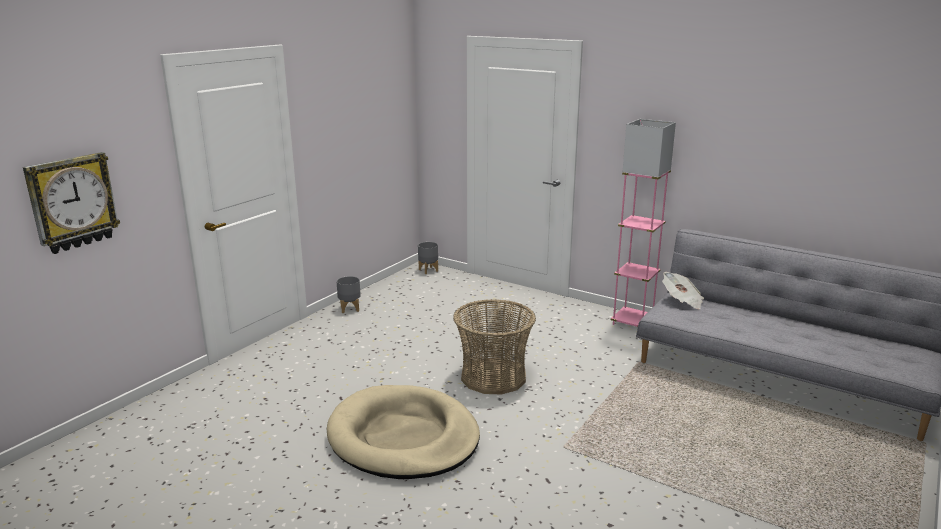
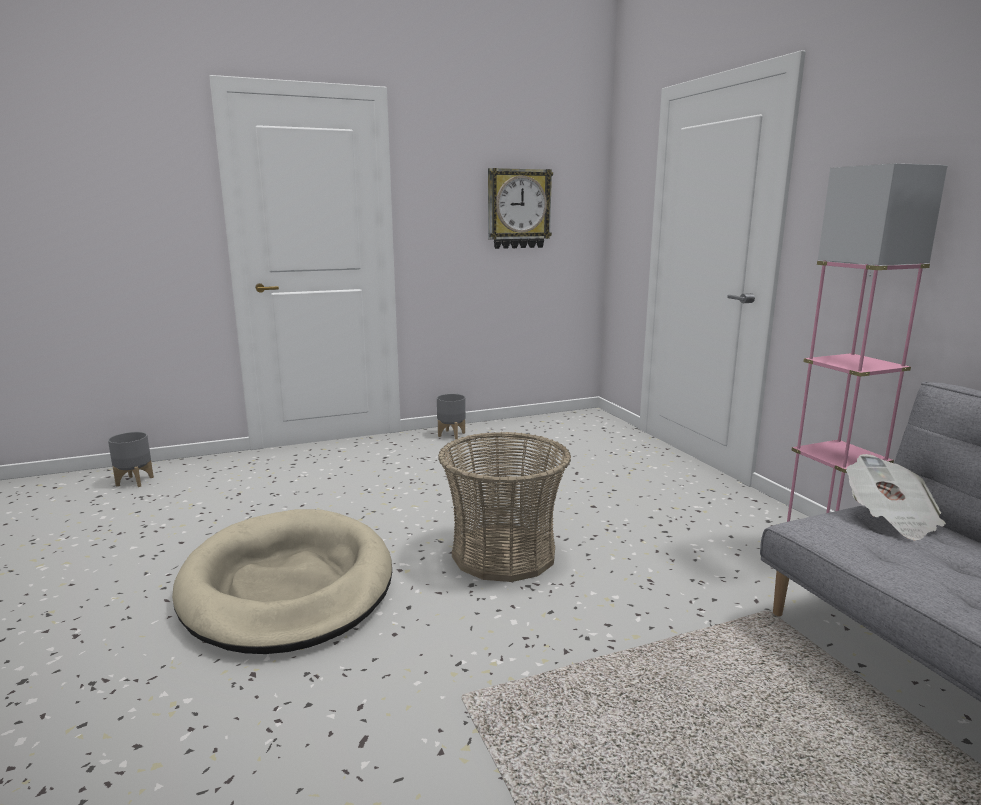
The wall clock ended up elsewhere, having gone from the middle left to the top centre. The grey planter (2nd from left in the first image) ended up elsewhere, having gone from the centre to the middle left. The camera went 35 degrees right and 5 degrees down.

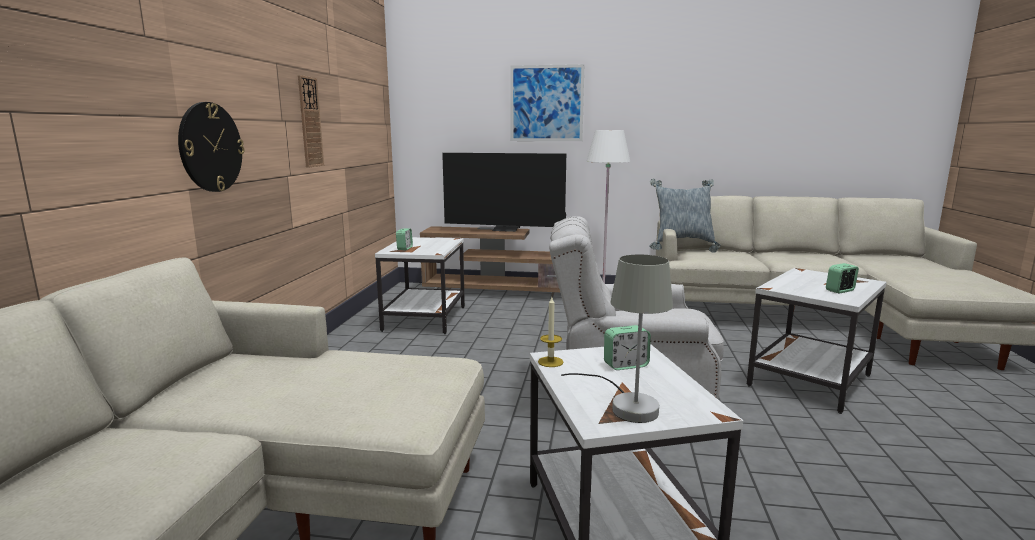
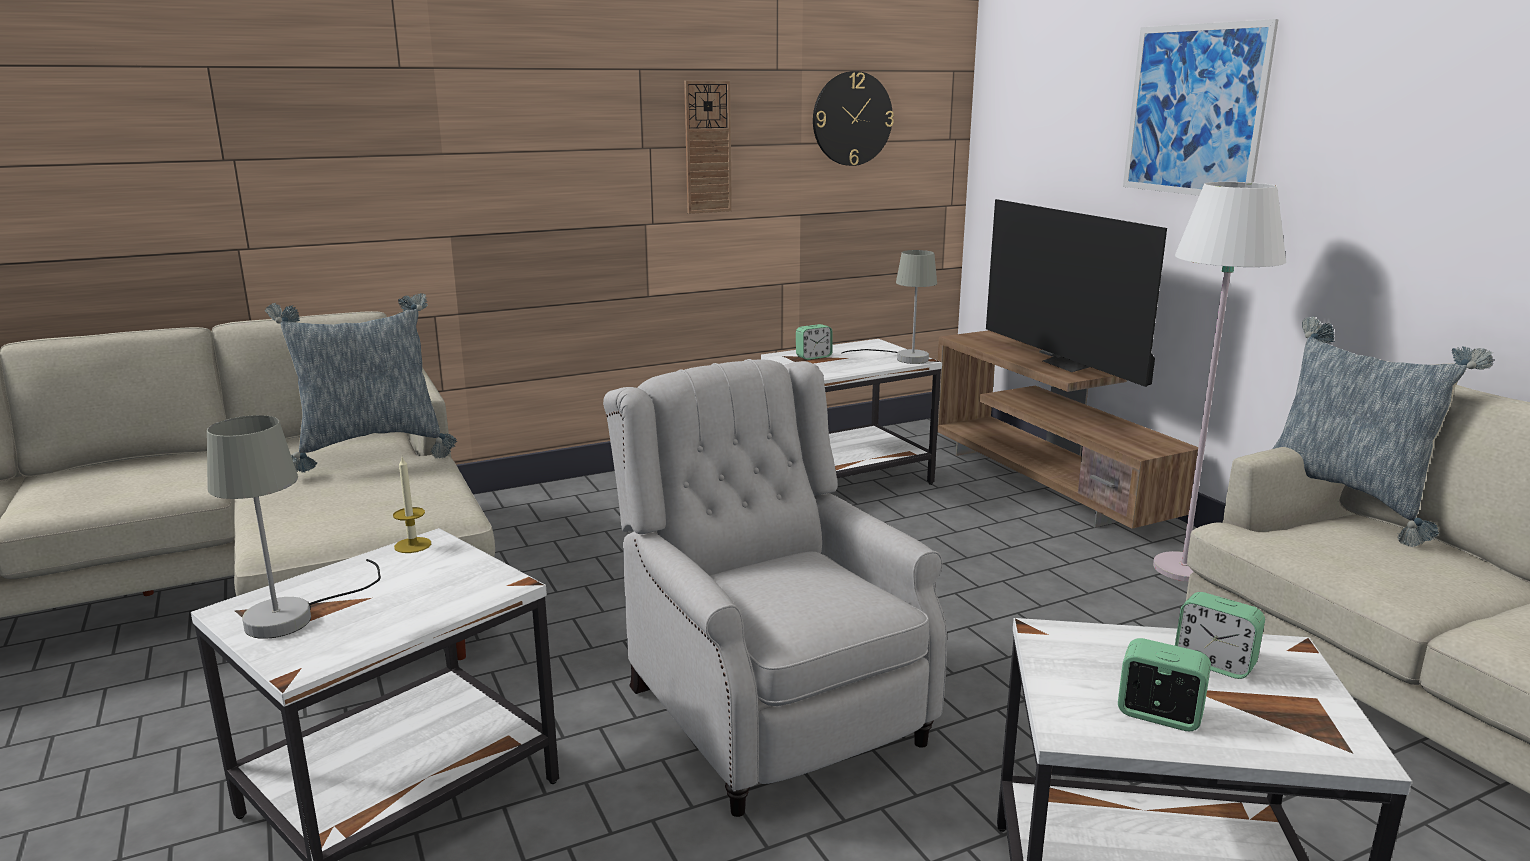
The wall clock (1st from left in the first image) ended up elsewhere, having gone from the top left to the top centre. The alarm clock (2nd from left in the first image) ended up elsewhere, having gone from the centre to the bottom right. The second view gained the grey table lamp (2nd from left) at the centre. The second view gained the pillow (1st from left) at the middle left. The camera went 55 degrees right and 5 degrees up.

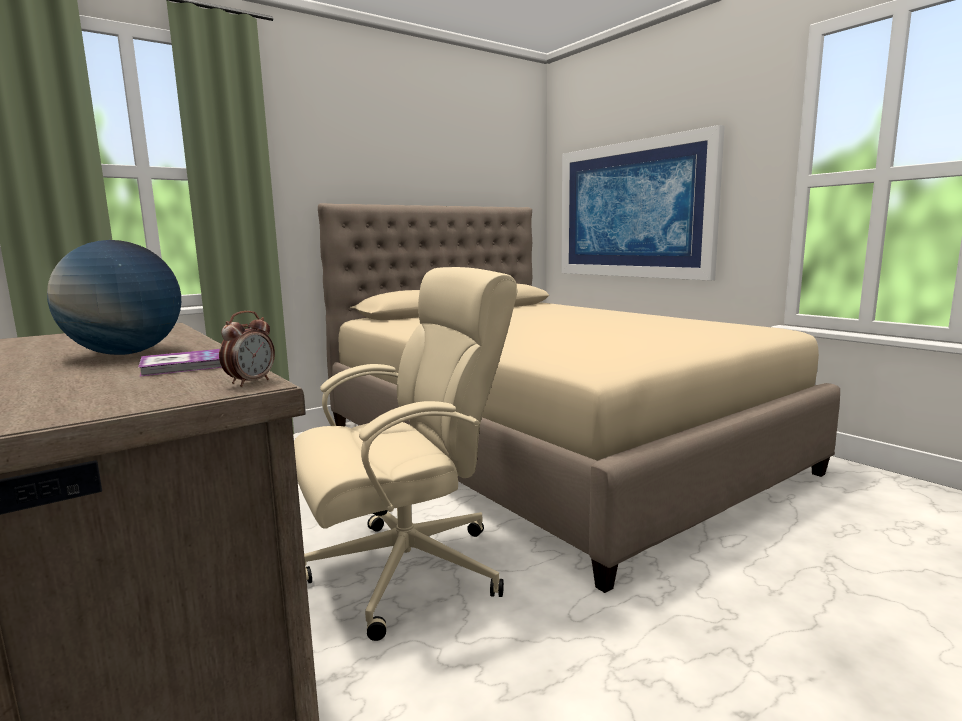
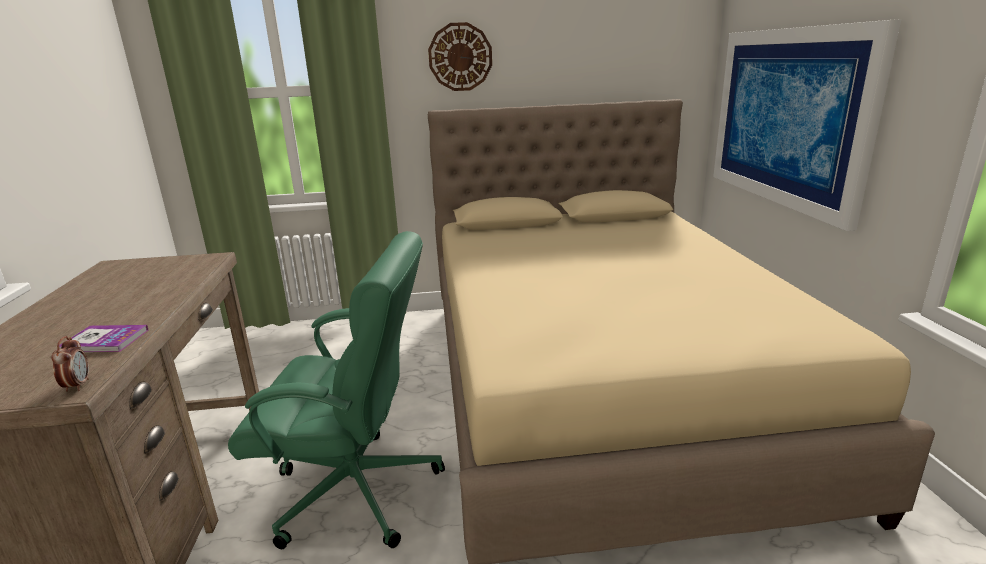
The second view lost the globe at the middle left. What was the beige office chair at the centre turned into the green office chair at the bottom centre. The alarm clock at the middle left ended up facing another way, 75 degrees counterclockwise from before. The second view gained the wall clock at the top centre. The camera went 30 degrees right and 10 degrees up.

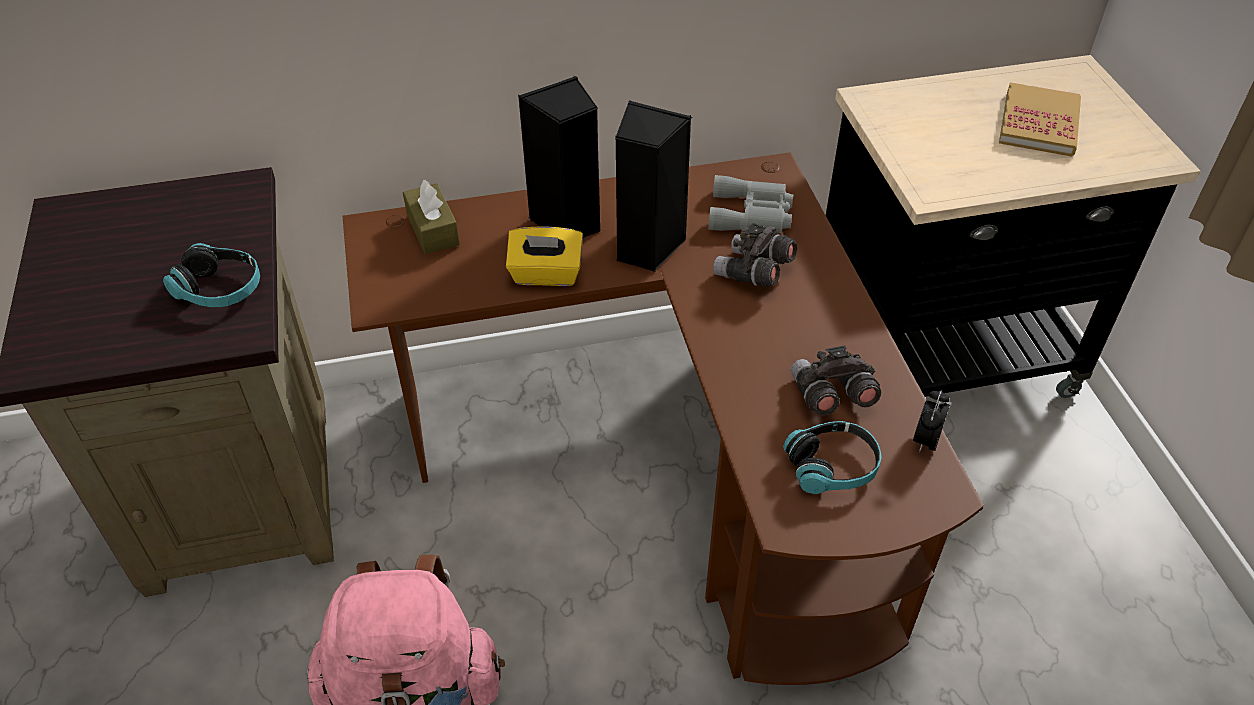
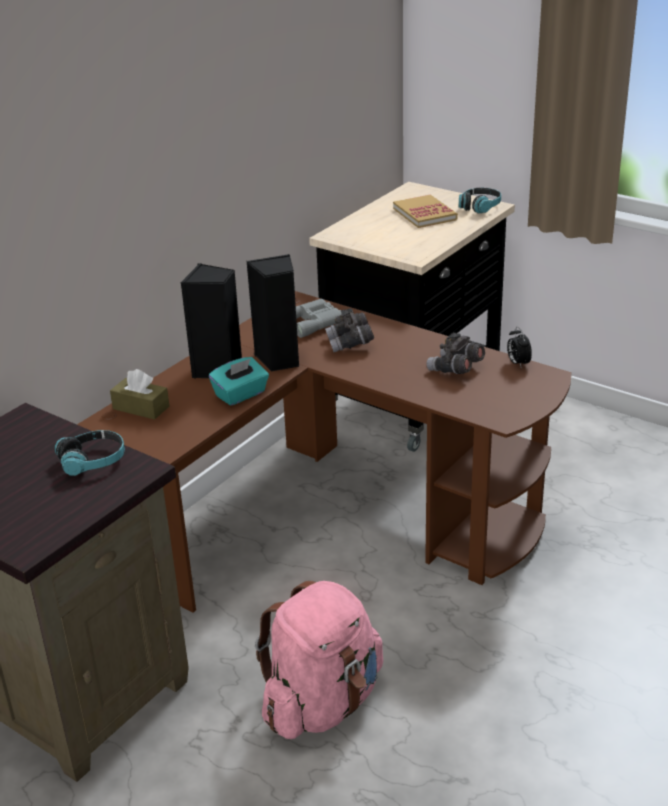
What was the yellow tissue box at the centre turned into the turquoise tissue box at the centre. The headphones (2nd from left) ended up elsewhere, having gone from the centre to the top right. The camera went 40 degrees left and 15 degrees down.

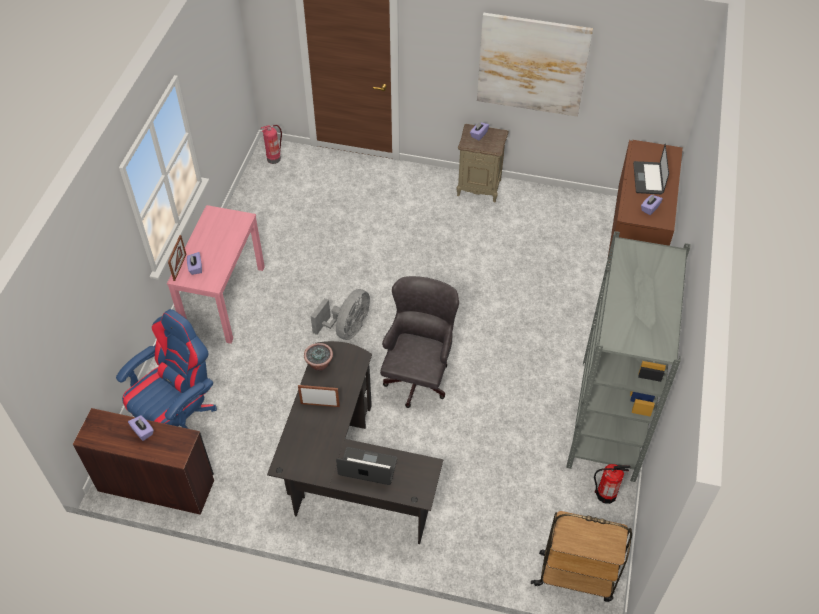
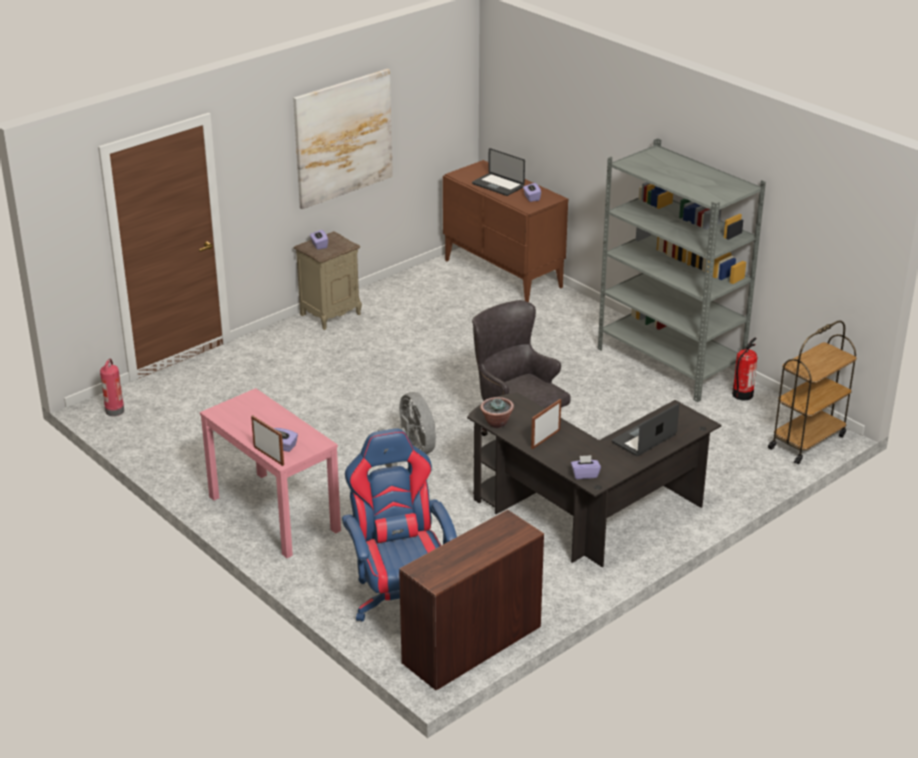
The purple tissue box (1st from left in the first image) ended up elsewhere, having gone from the bottom left to the centre. The camera went 55 degrees left and 20 degrees down.

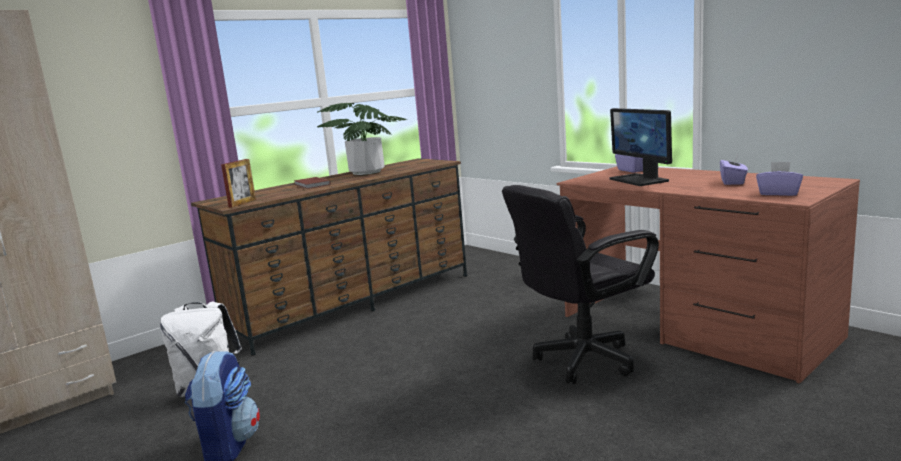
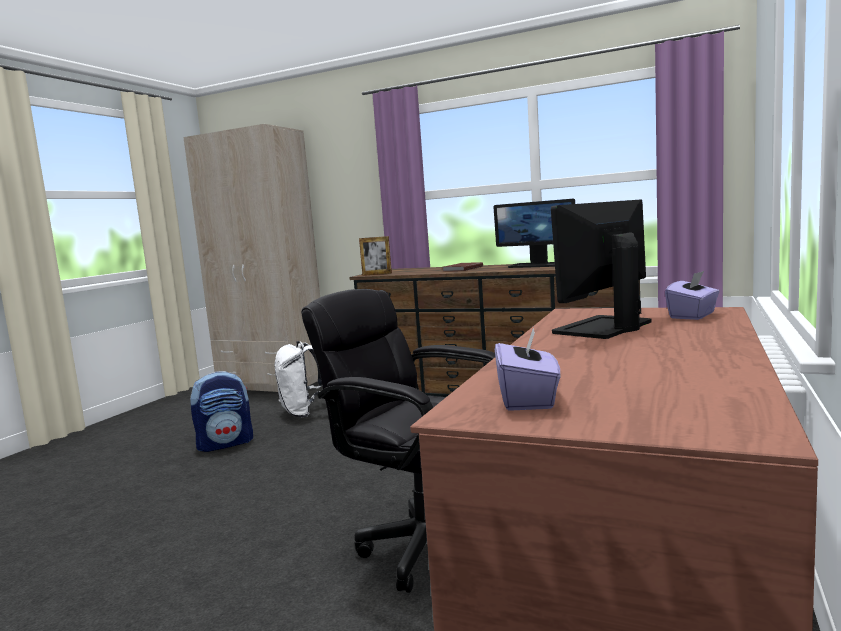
Where the potted plant stood at the top centre, the monitor (1st from left) came to stand at the centre. The second view lost the purple tissue box (2nd from left) at the middle right. The camera went 65 degrees right and 5 degrees down.

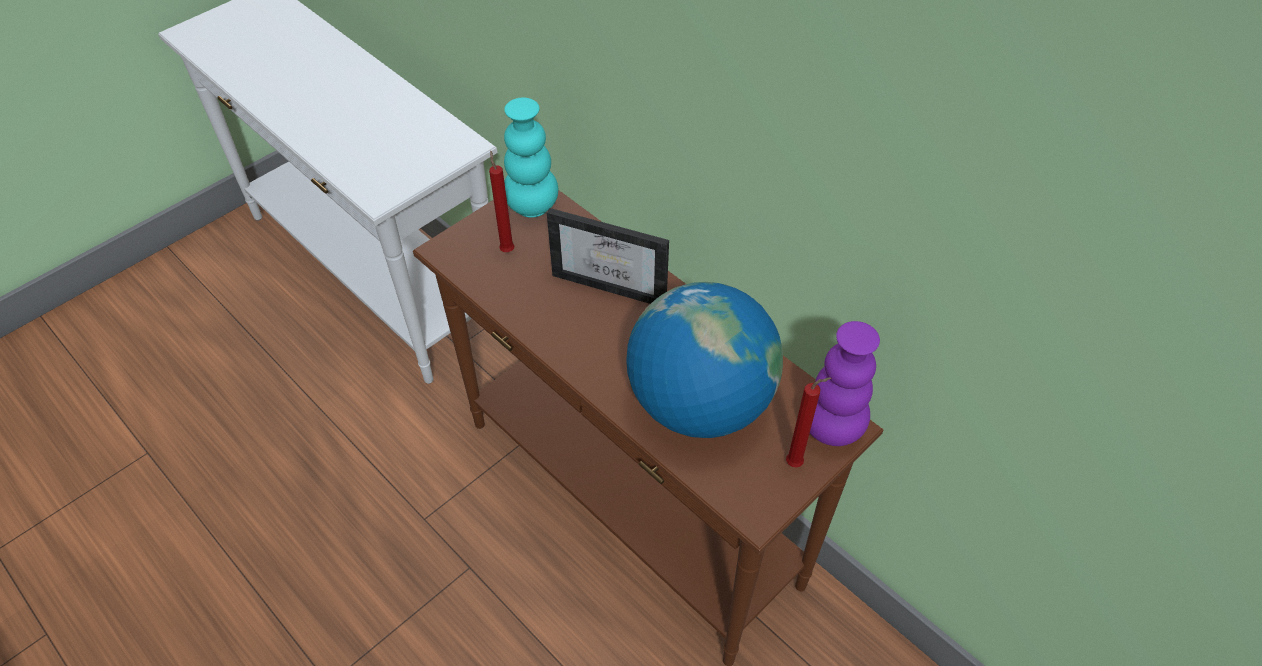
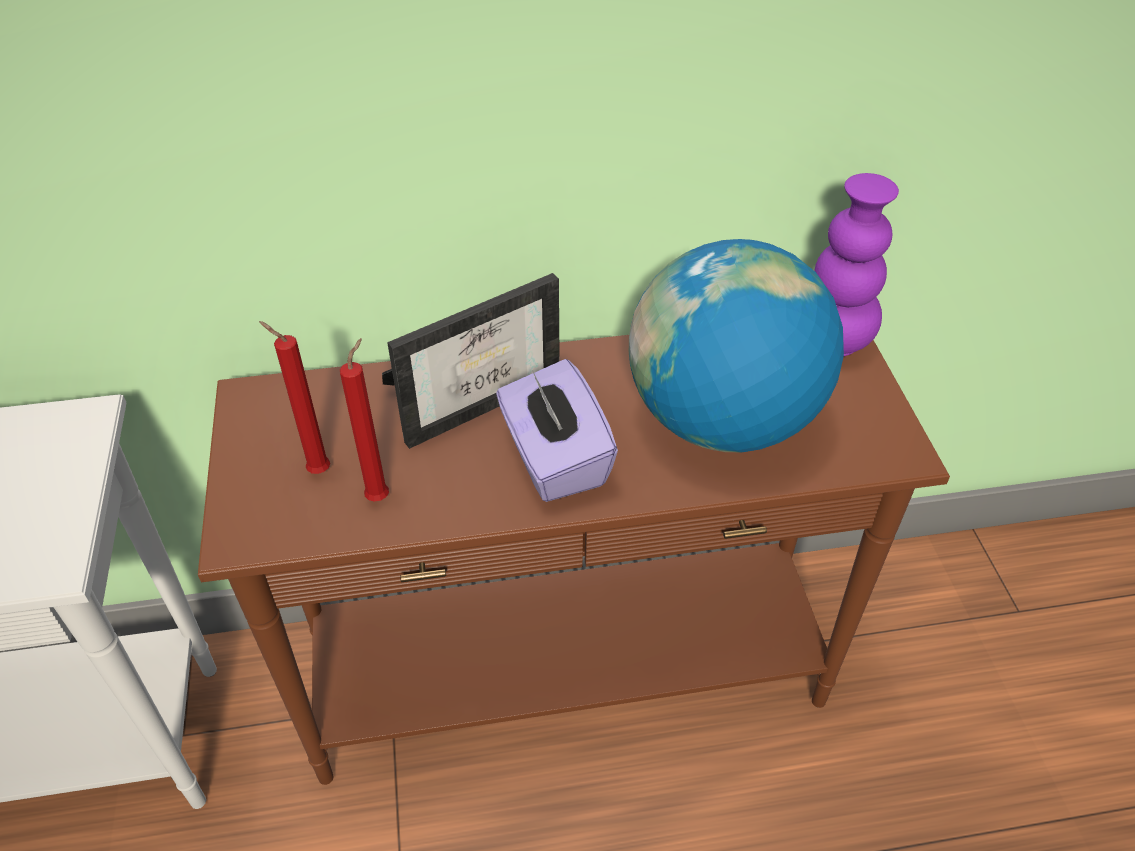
The second view lost the turquoise vase at the top centre. The red candle (2nd from left) ended up elsewhere, having gone from the centre to the middle left. The second view gained the purple tissue box at the centre. The camera went 55 degrees left and 5 degrees down.

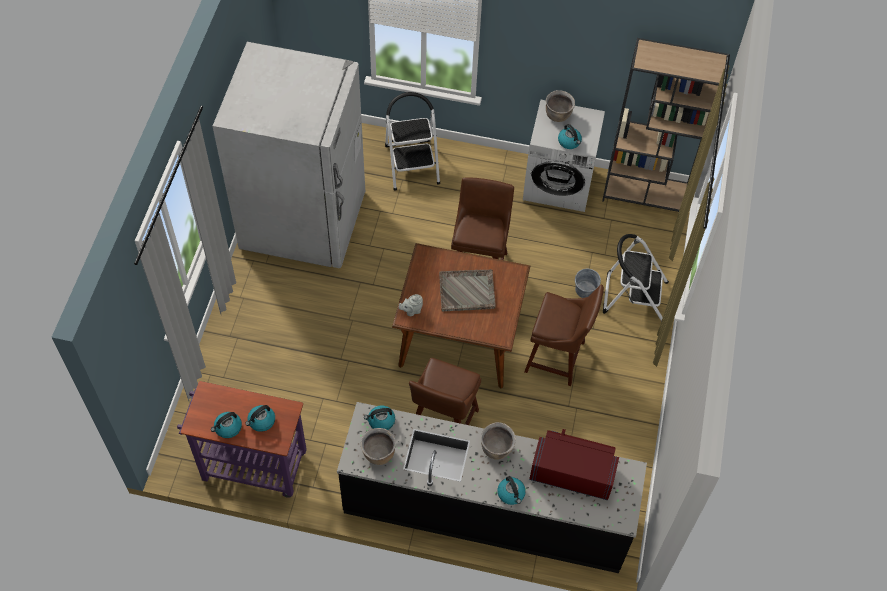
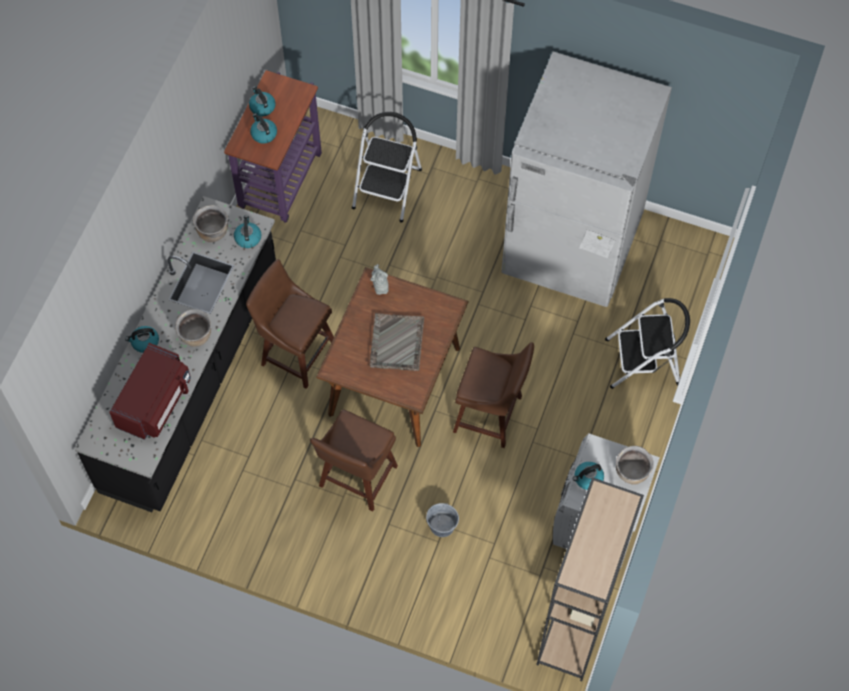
The step ladder (2nd from left in the first image) ended up elsewhere, having gone from the middle right to the top centre. The camera went 100 degrees right and 5 degrees up.

